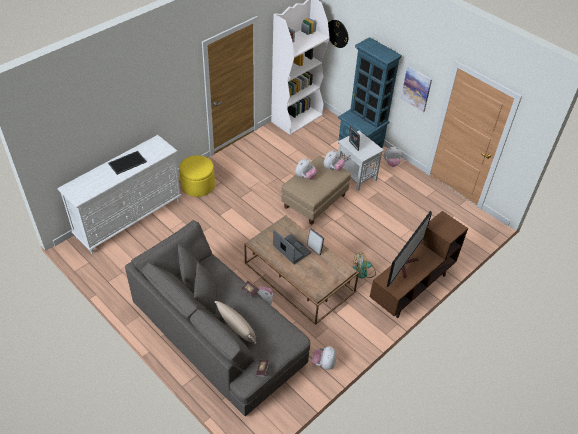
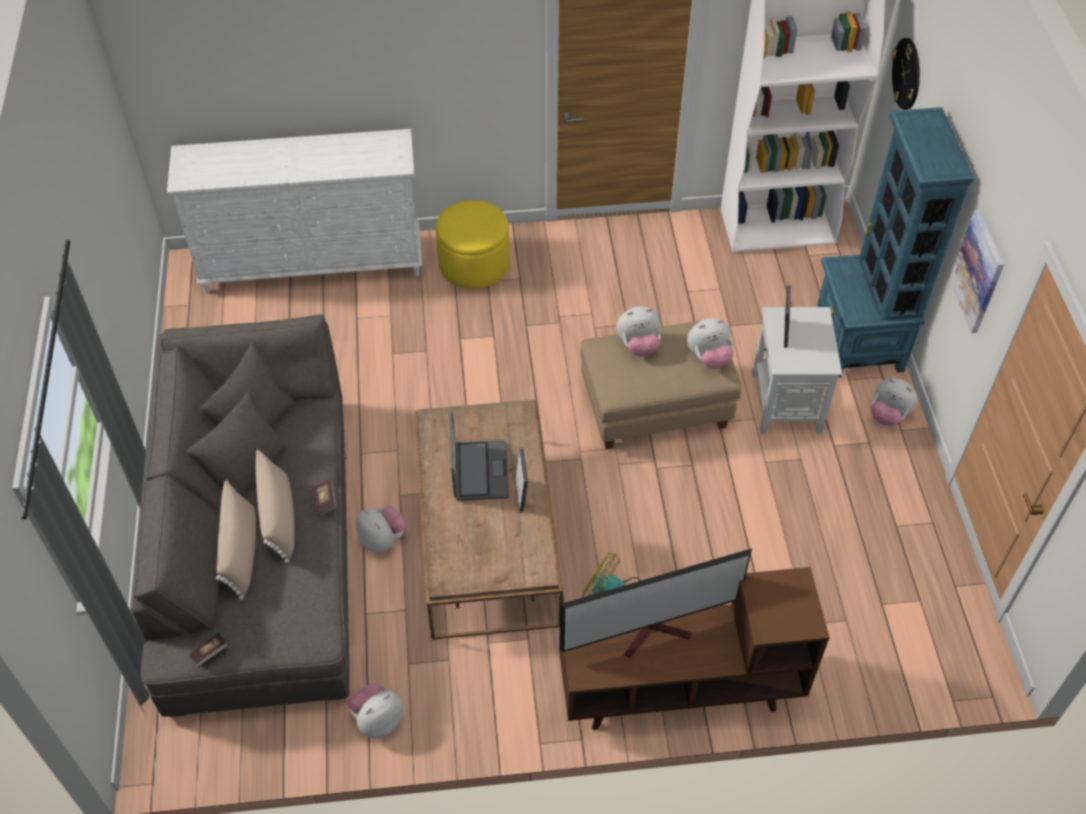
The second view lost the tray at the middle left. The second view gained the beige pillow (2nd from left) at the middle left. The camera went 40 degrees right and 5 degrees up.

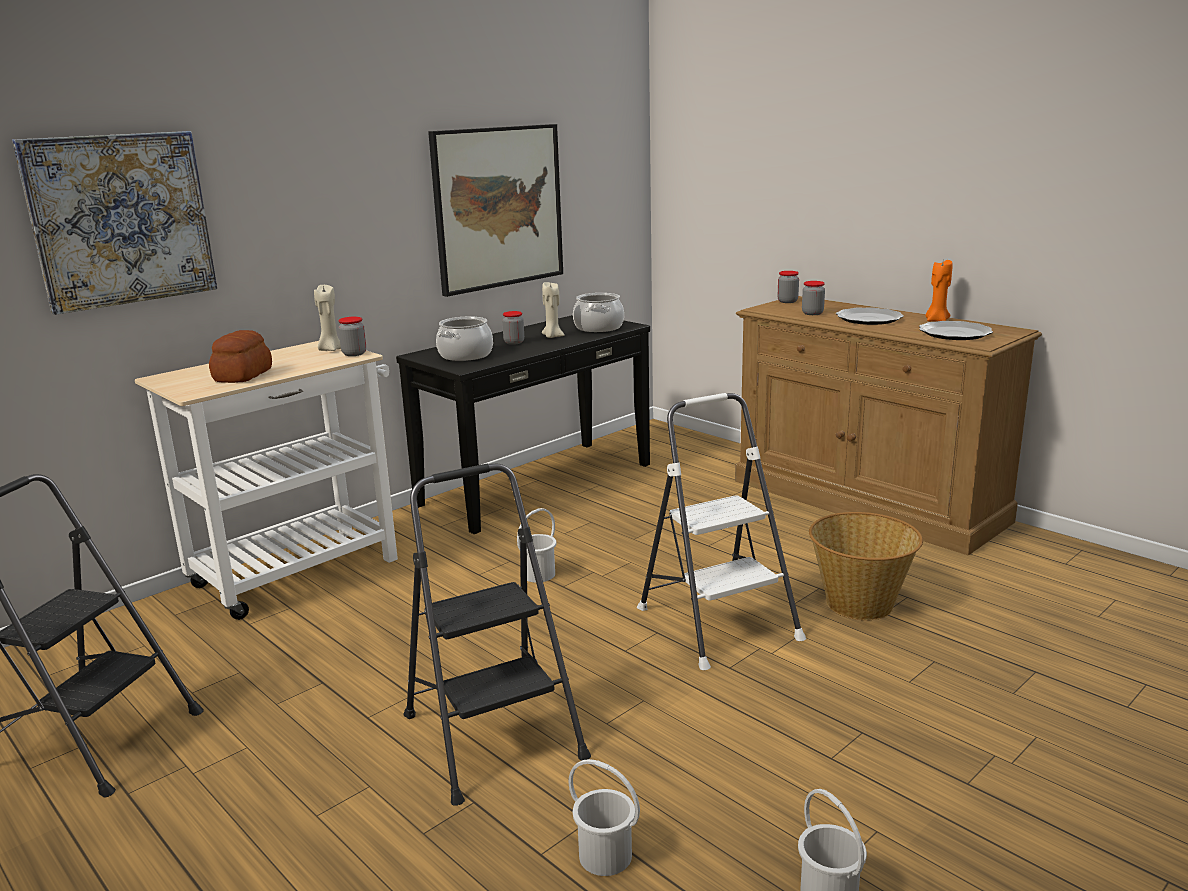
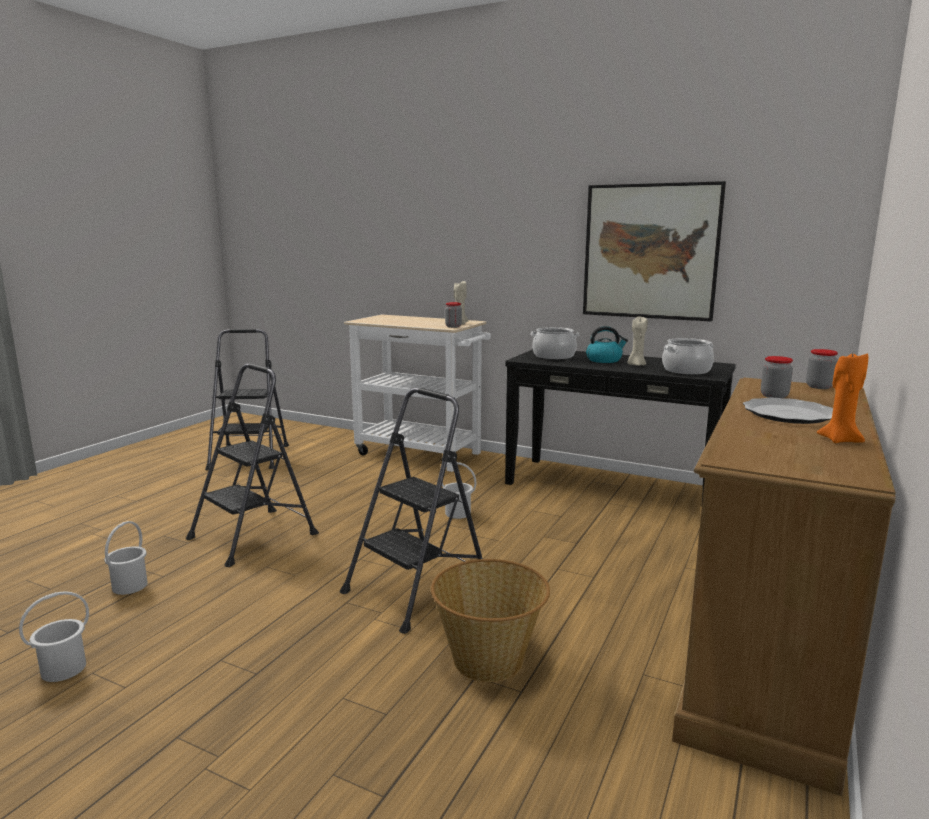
The second view lost the picture (1st from left) at the top left. Where the jar (2nd from left) stood at the centre, the kettle came to stand at the centre. The second view lost the plate (2nd from left) at the middle right. The second view lost the bread at the middle left. What was the white step ladder at the centre turned into the black step ladder (3rd from left) at the centre. The camera went 70 degrees right and 5 degrees down.

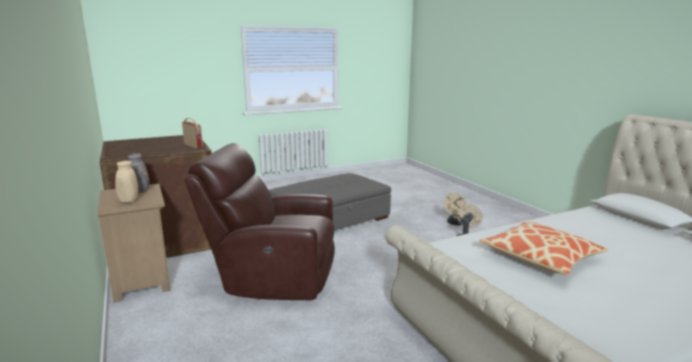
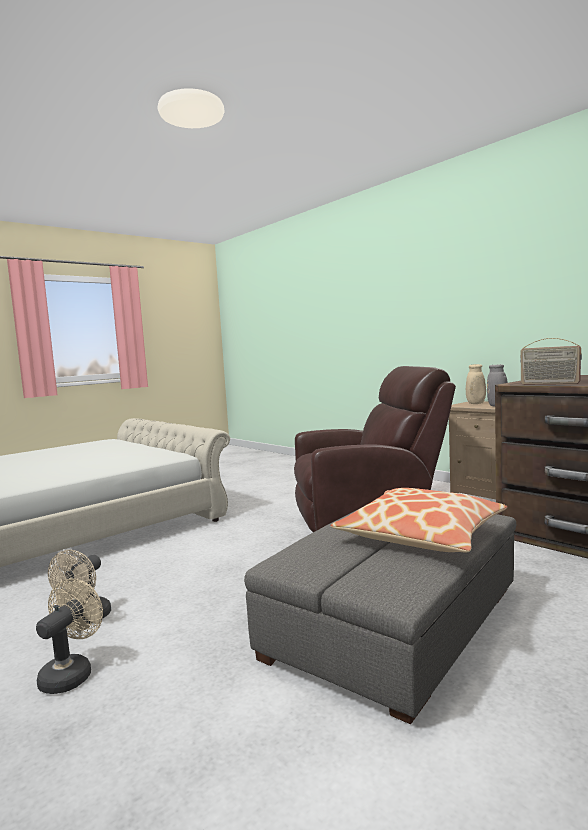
The pillow ended up elsewhere, having gone from the bottom right to the middle right. The camera went 165 degrees right and 10 degrees down.

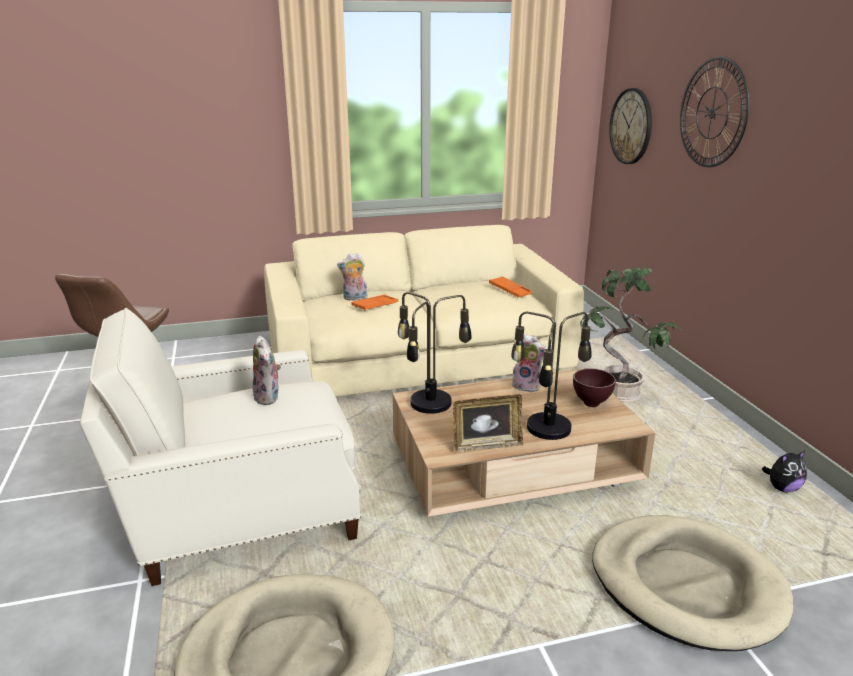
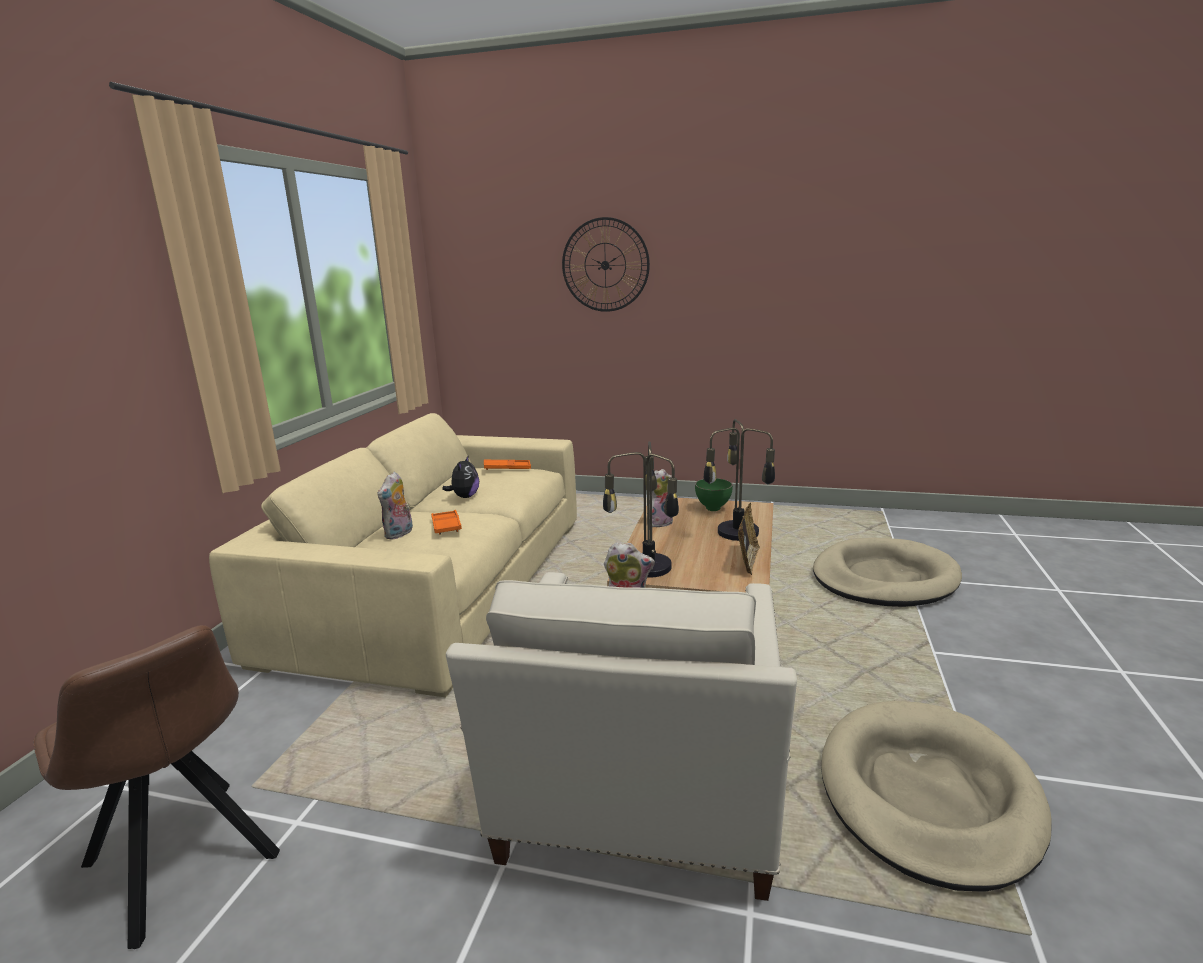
The second view lost the wall clock (1st from left) at the top right. The second view lost the potted plant at the middle right. What was the brown bowl at the middle right turned into the green bowl at the centre. The plush toy (4th from left in the first image) ended up elsewhere, having gone from the bottom right to the centre. The camera went 60 degrees left and 5 degrees down.

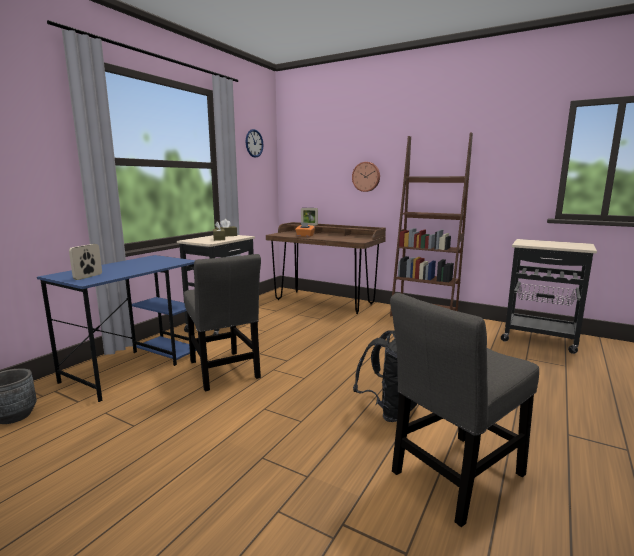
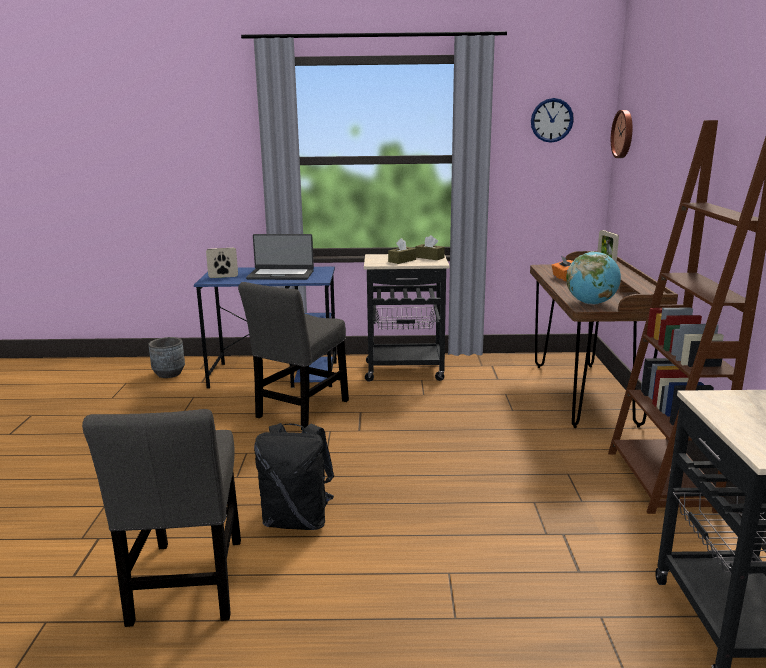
The wall clock (2nd from left) ended up elsewhere, having gone from the top centre to the top right. The grey chair (2nd from left in the first image) at the bottom right ended up facing another way, 120 degrees counterclockwise from before. The second view gained the laptop at the centre. The second view gained the globe at the middle right. The camera went 60 degrees right and 5 degrees up.

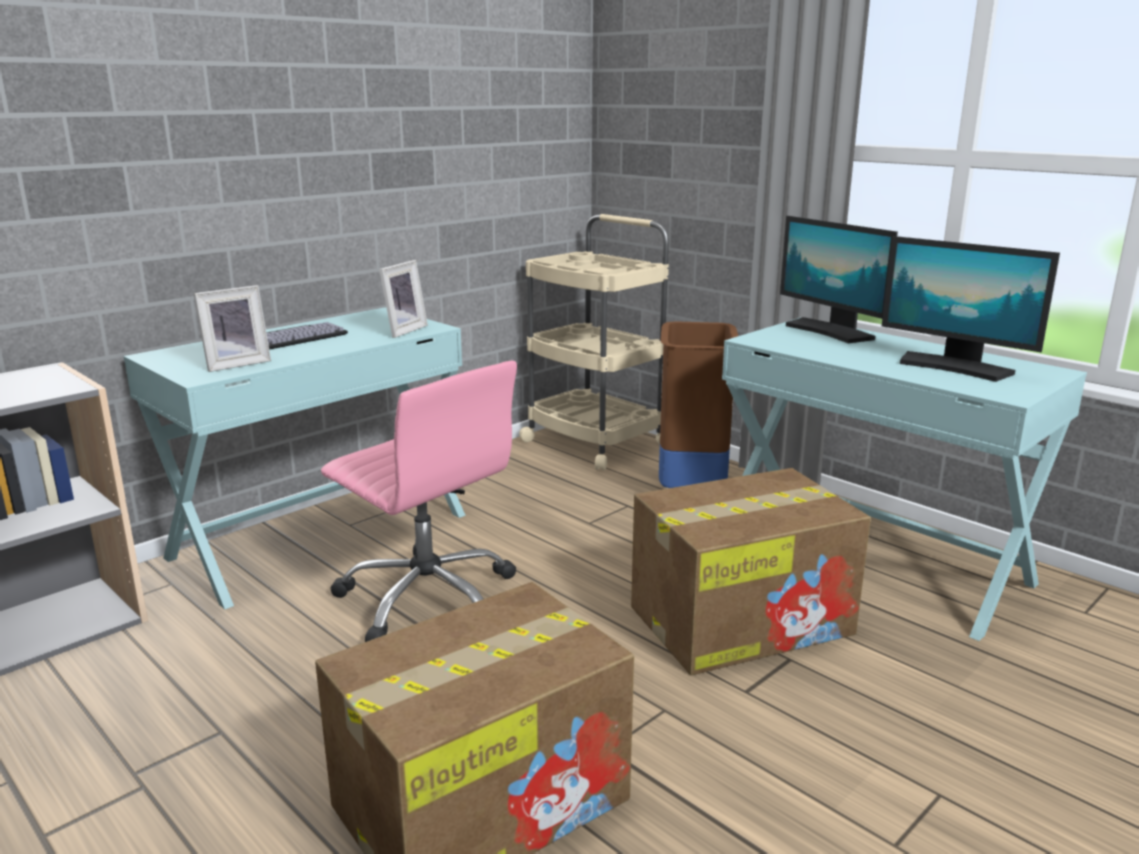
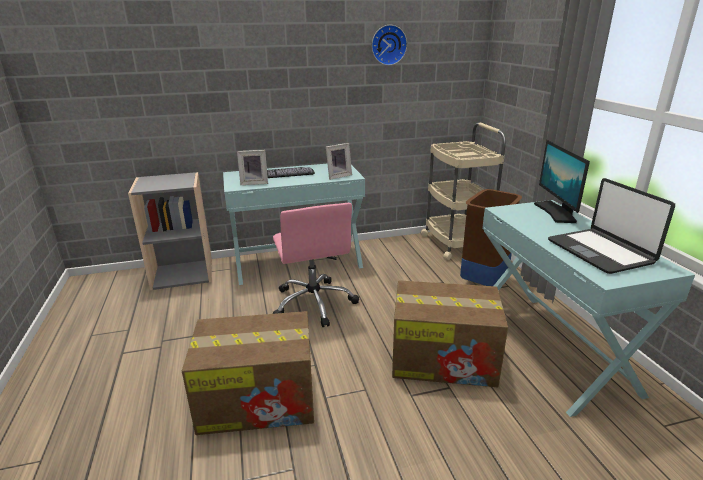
Where the monitor (2nd from left) stood at the middle right, the laptop came to stand at the middle right. The second view gained the wall clock at the top centre. The camera went 30 degrees right and 5 degrees up.

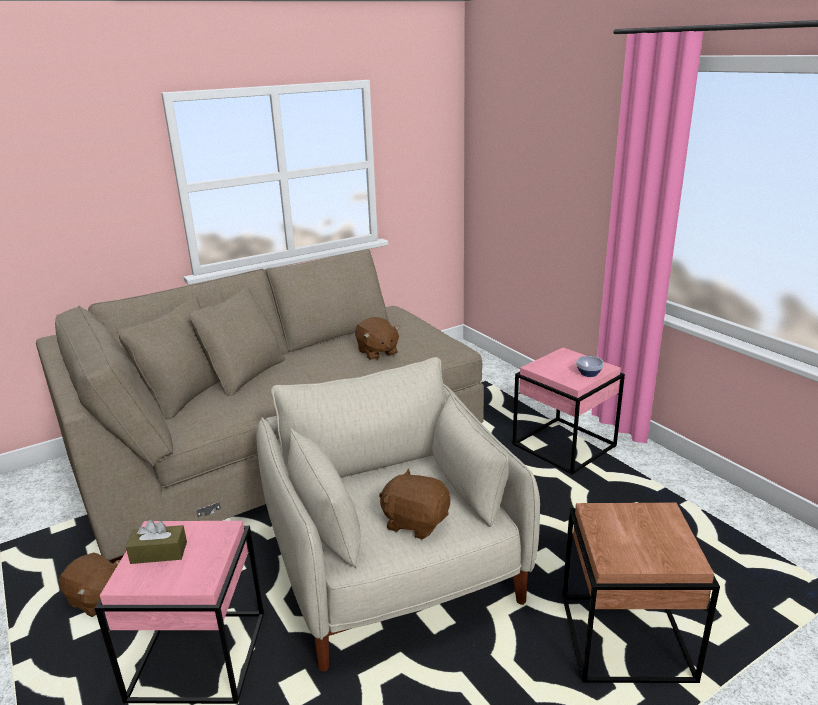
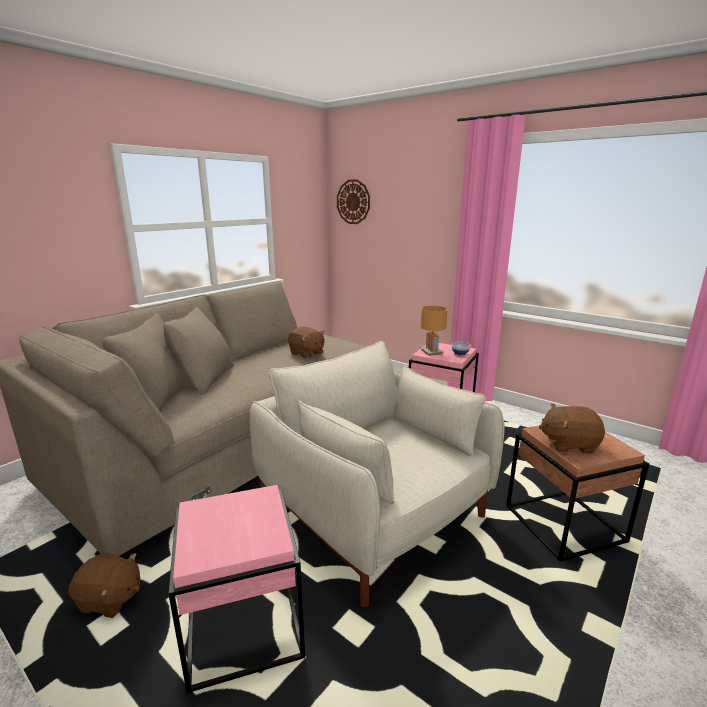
The brown plush toy (3rd from left) ended up elsewhere, having gone from the bottom centre to the middle right. The second view lost the brown tissue box at the bottom left. The second view gained the wall clock at the top centre. The second view gained the brown table lamp at the centre. The camera went 20 degrees left and 5 degrees down.

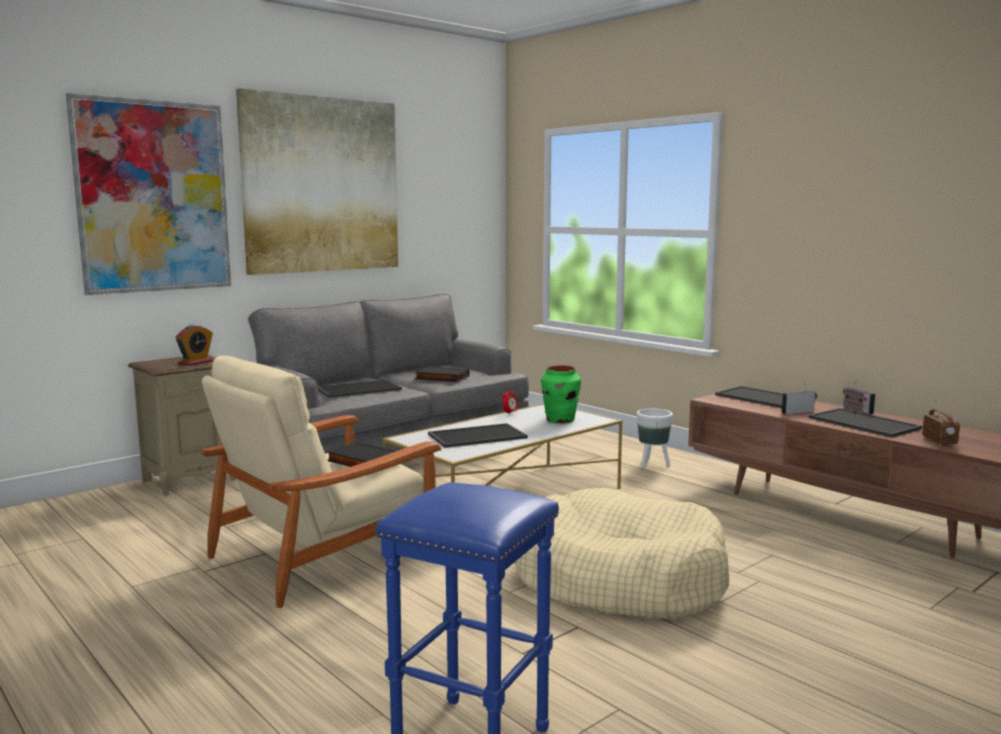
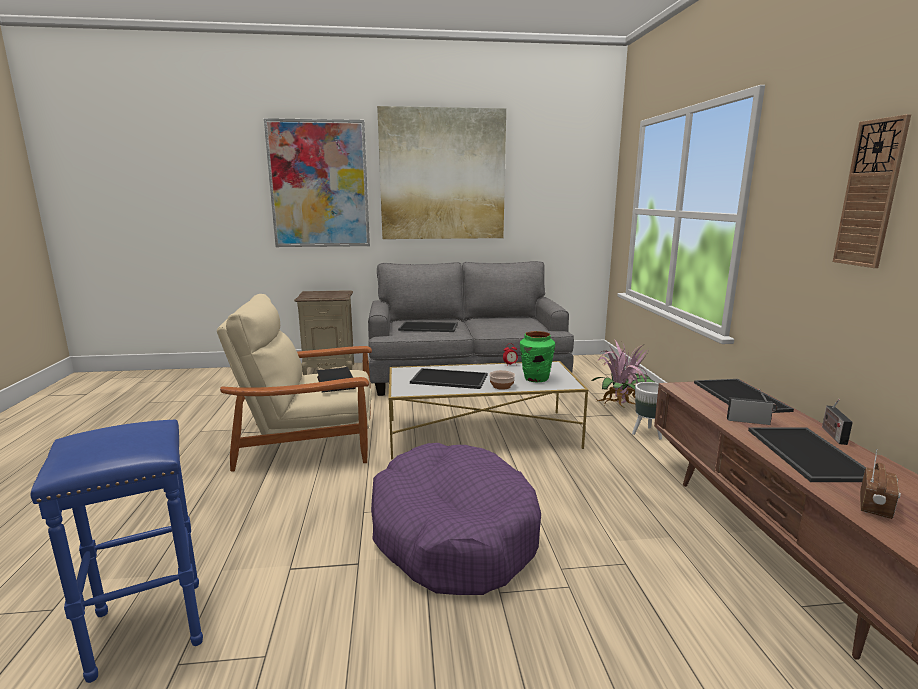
The second view lost the alarm clock (1st from left) at the middle left. The second view lost the black book (2nd from left) at the centre. What was the beige dog bed at the bottom centre turned into the purple dog bed at the bottom centre. The second view gained the wall clock at the top right. The second view gained the potted plant at the middle right. The second view gained the bowl at the centre. The camera went 35 degrees right and 5 degrees up.

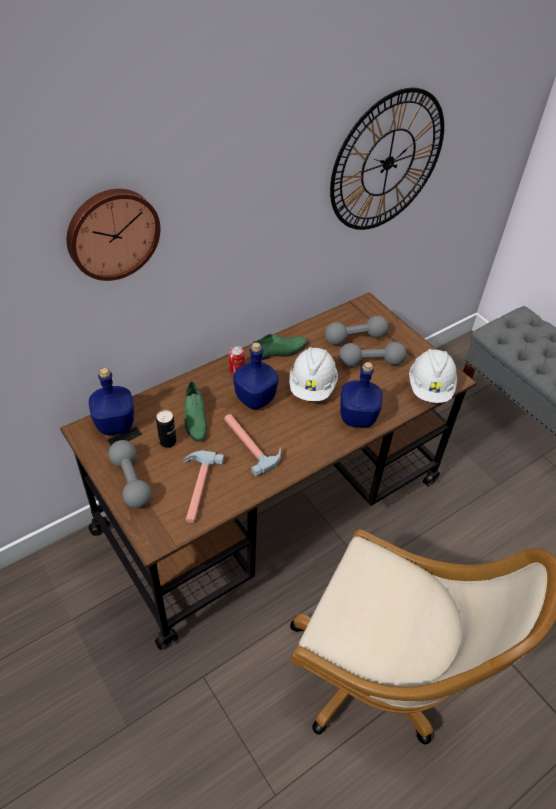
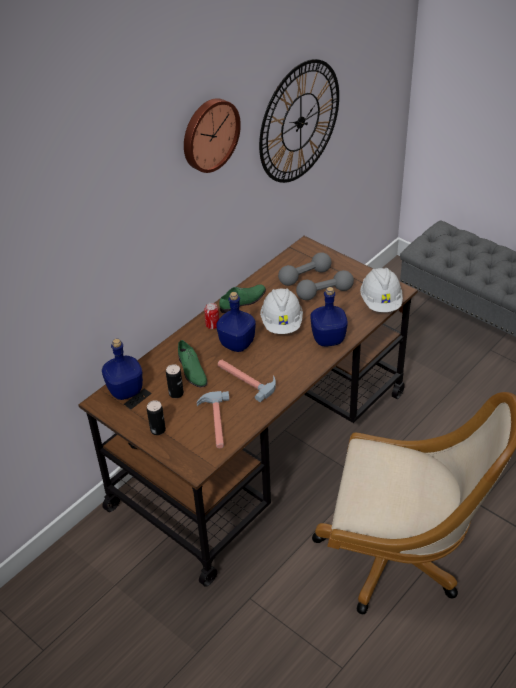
The wall clock (1st from left) ended up elsewhere, having gone from the top left to the top centre. Where the grey dumbbell (1st from left) stood at the middle left, the can (1st from left) came to stand at the middle left. The camera went 10 degrees left and 5 degrees down.

